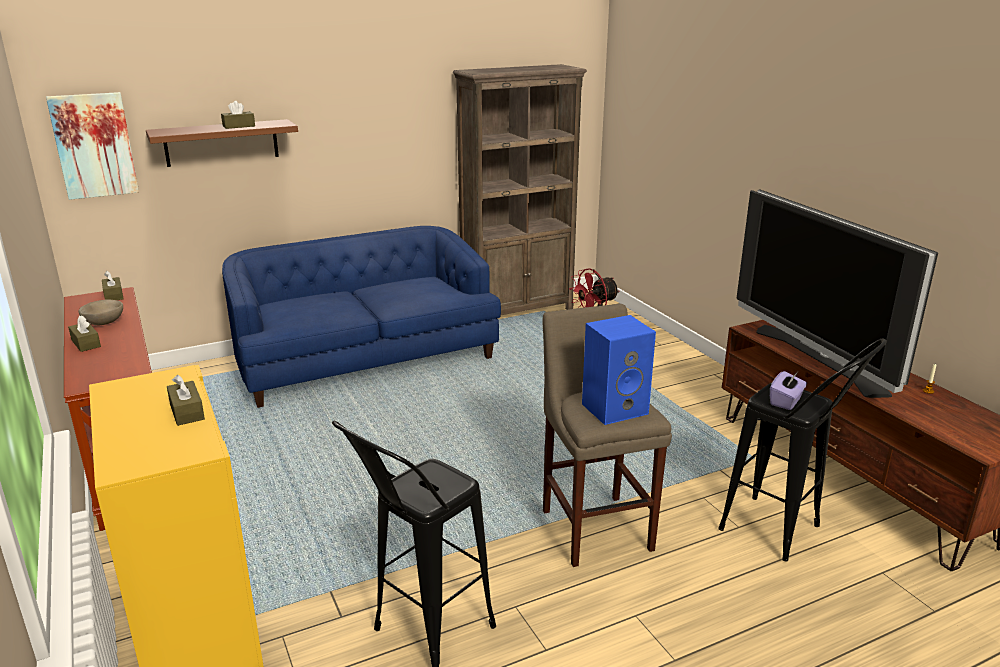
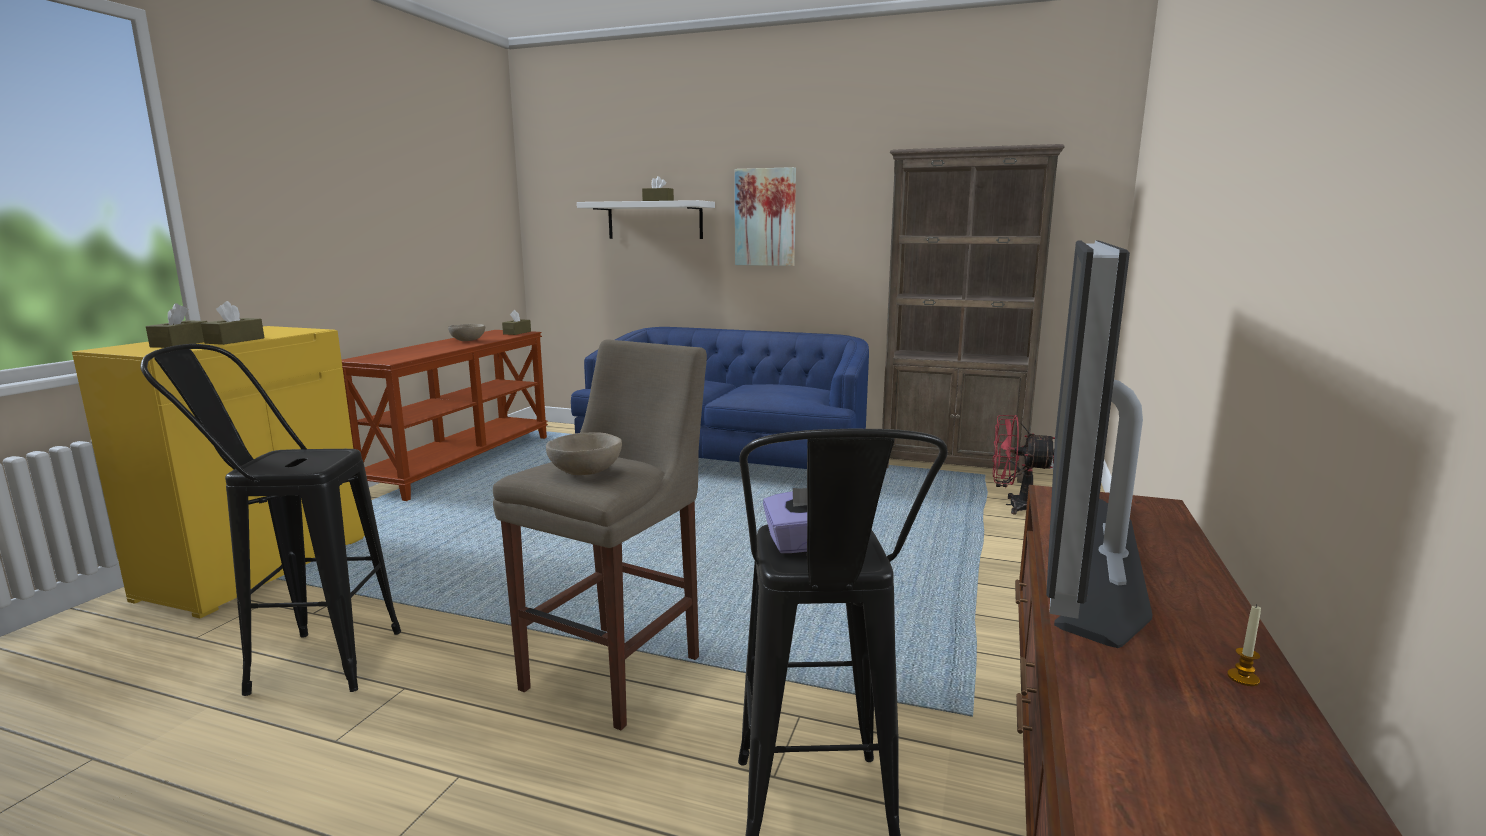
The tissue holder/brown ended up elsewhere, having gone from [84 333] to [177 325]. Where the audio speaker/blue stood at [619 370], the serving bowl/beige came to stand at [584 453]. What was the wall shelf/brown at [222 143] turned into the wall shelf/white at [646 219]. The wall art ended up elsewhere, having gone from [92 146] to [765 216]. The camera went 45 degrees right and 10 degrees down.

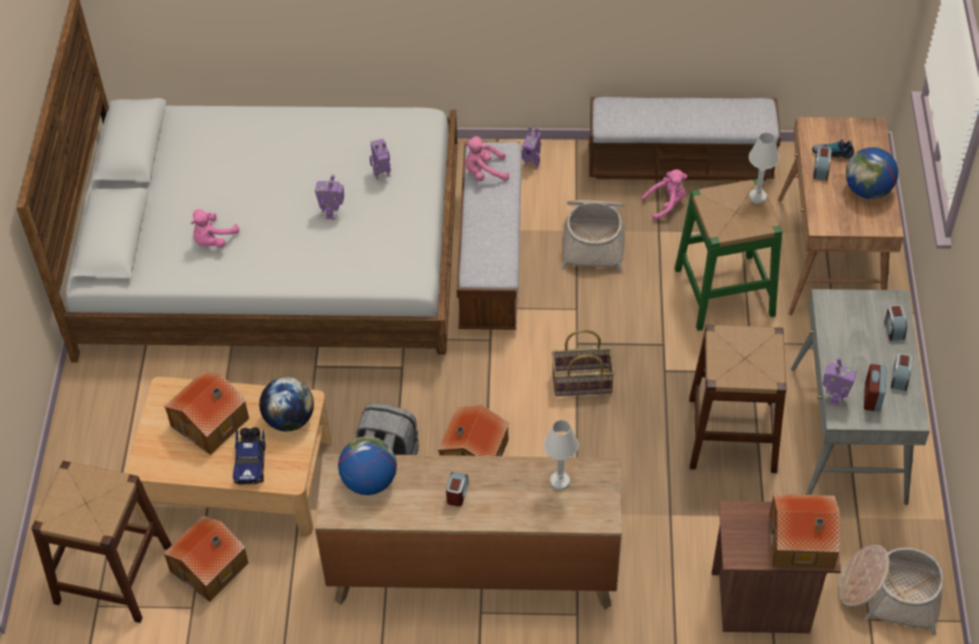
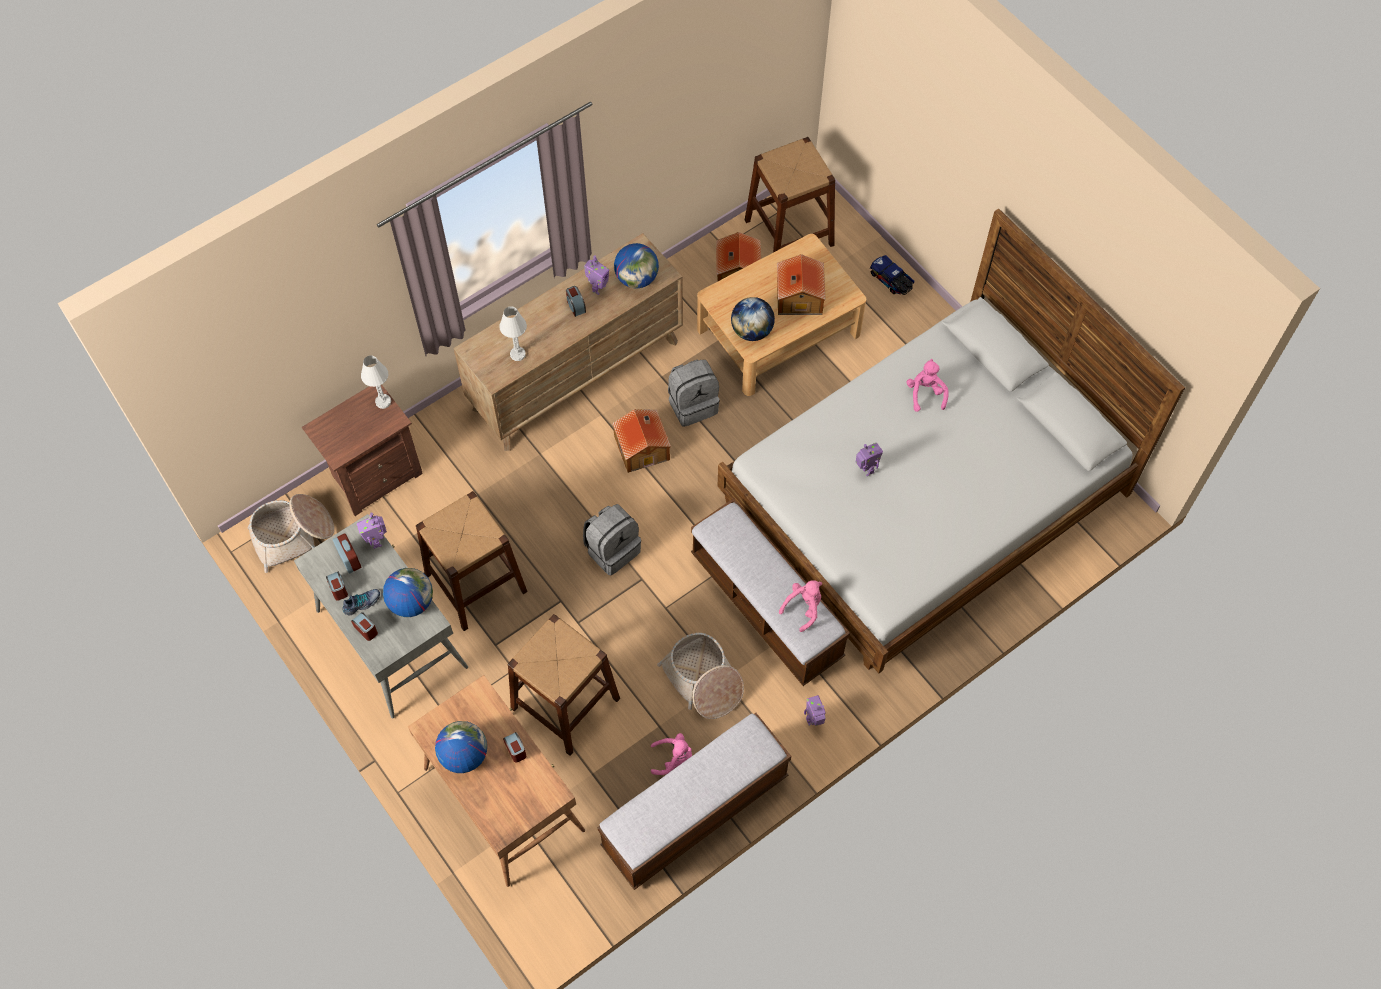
The low shoe ended up elsewhere, having gone from [833 149] to [361 602]. The lamp for a table/white ended up elsewhere, having gone from [763 168] to [376 382]. The second view gained the world globe at [408 592]. What was the stool/green-coloured at [729 255] turned into the stool/brown at [563 685]. Where the basket stood at [583 362], the knapsack/greyish came to stand at [612 539]. The robot figure ended up elsewhere, having gone from [380 159] to [596 275]. The plush toy/pink-coloured at [664 195] ended up facing another way, 120 degrees counterclockwise from before. The toy truck ended up elsewhere, having gone from [249 455] to [892 275]. The second view lost the miniature house at [804 531]. The camera went 140 degrees right and 10 degrees up.

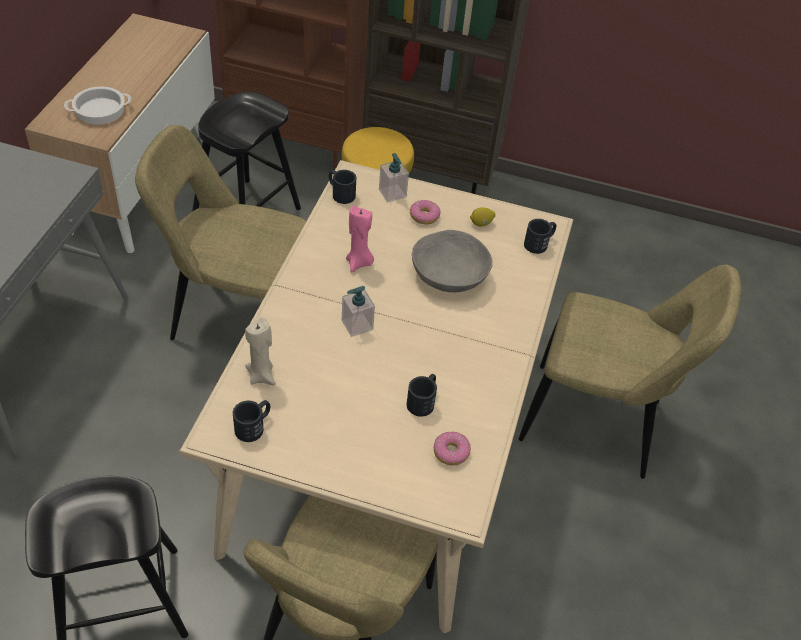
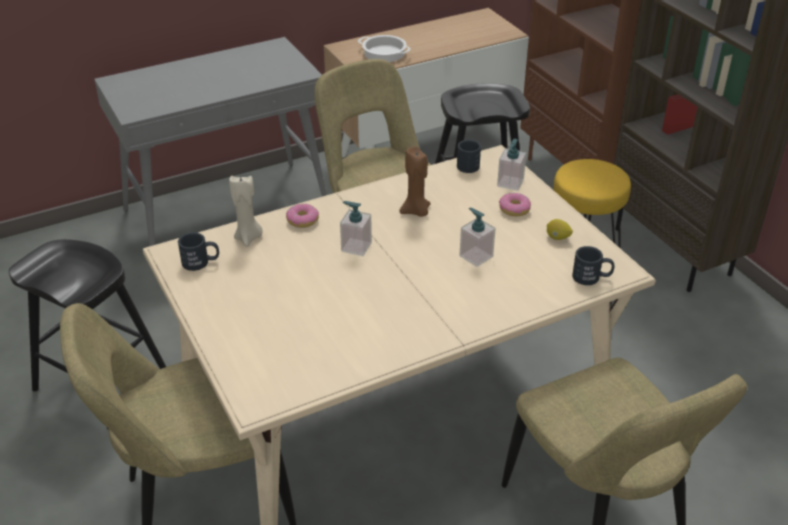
The donut ended up elsewhere, having gone from [452 448] to [302 216]. What was the wax light/pink-coloured at [360 238] turned into the wax light/brown at [415 182]. Where the serving bowl/greyish stood at [452 261], the soap dispenser came to stand at [477 237]. The second view lost the mug/black-coloured at [422 395]. The camera went 50 degrees right and 10 degrees down.

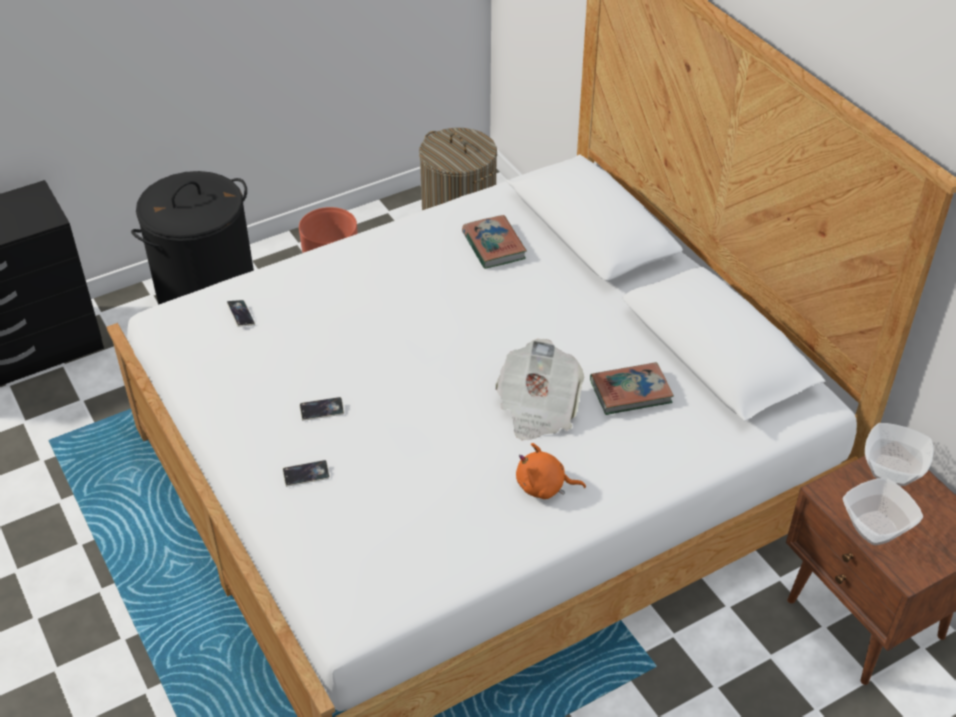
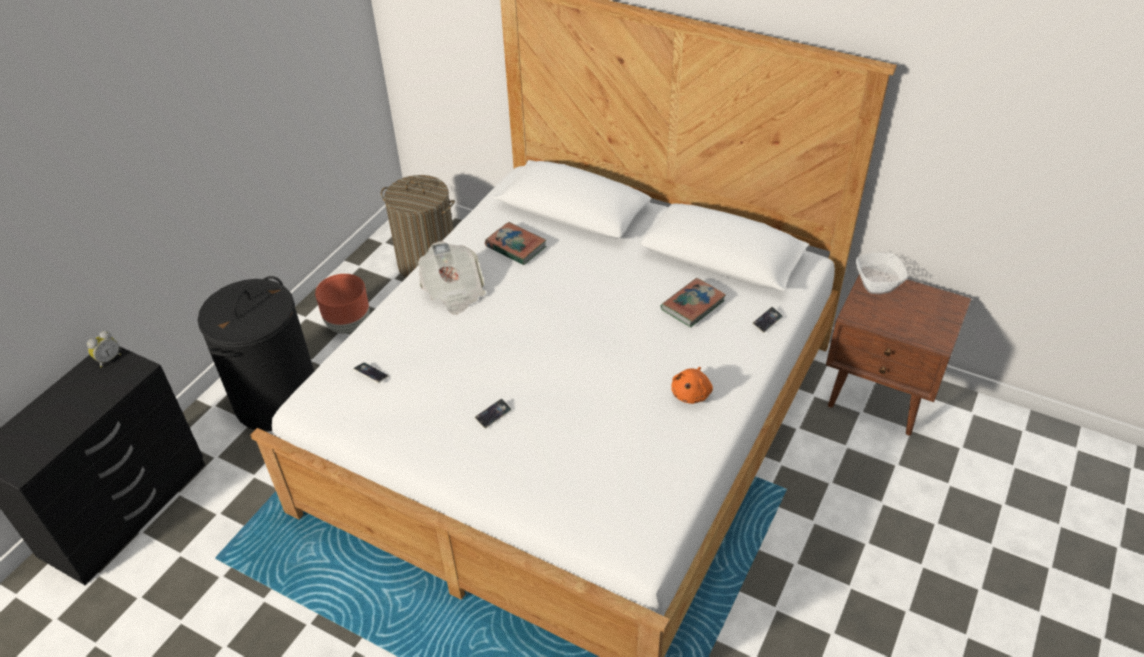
The second view gained the bedside clock at [104 349]. The printed paper ended up elsewhere, having gone from [539 390] to [451 278]. The plush toy/orange at [551 471] ended up facing another way, 45 degrees counterclockwise from before. The telephone ended up elsewhere, having gone from [306 473] to [767 320]. The second view lost the serving bowl at [882 511]. The camera went 30 degrees left and 0 degrees up.

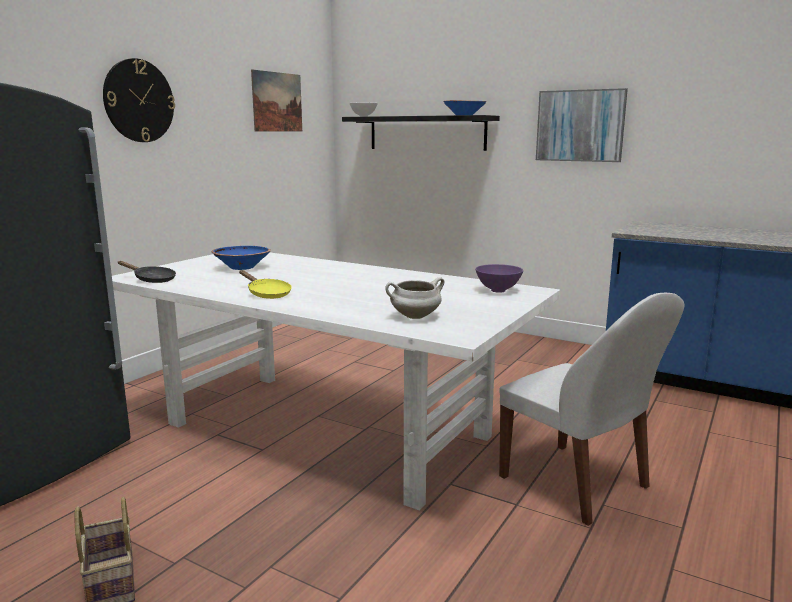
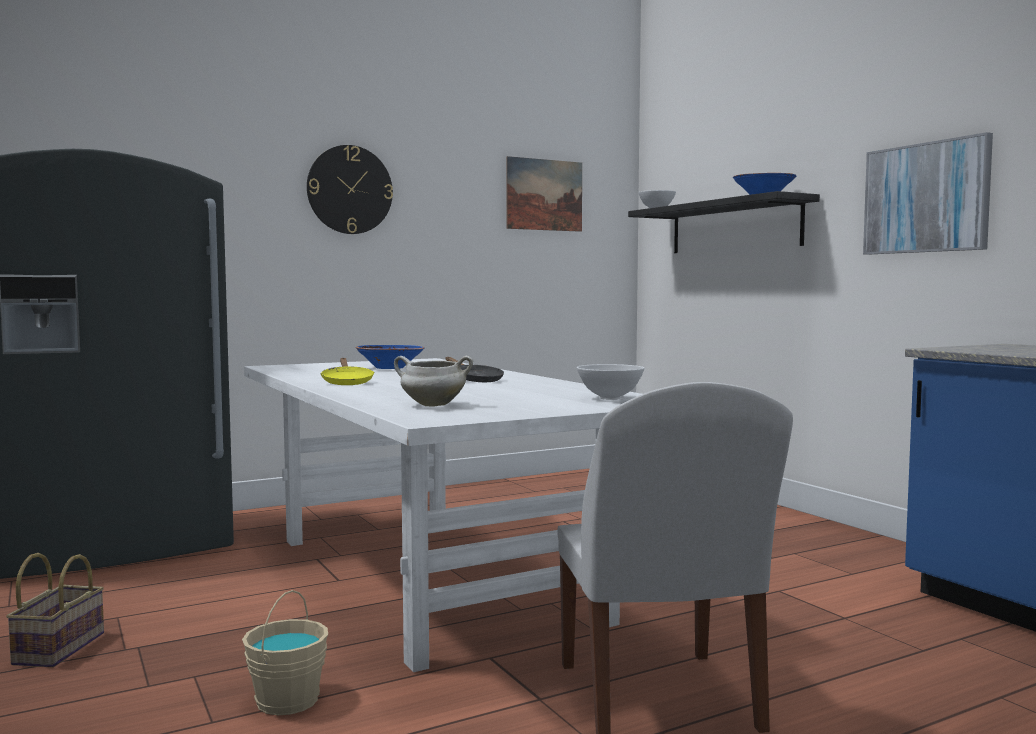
The second view gained the water bucket/beige at [285 652]. The pan/black-coloured ended up elsewhere, having gone from [146 272] to [474 369]. What was the serving bowl/purple at [499 278] turned into the serving bowl/white at [610 382]. The camera went 30 degrees right and 10 degrees down.

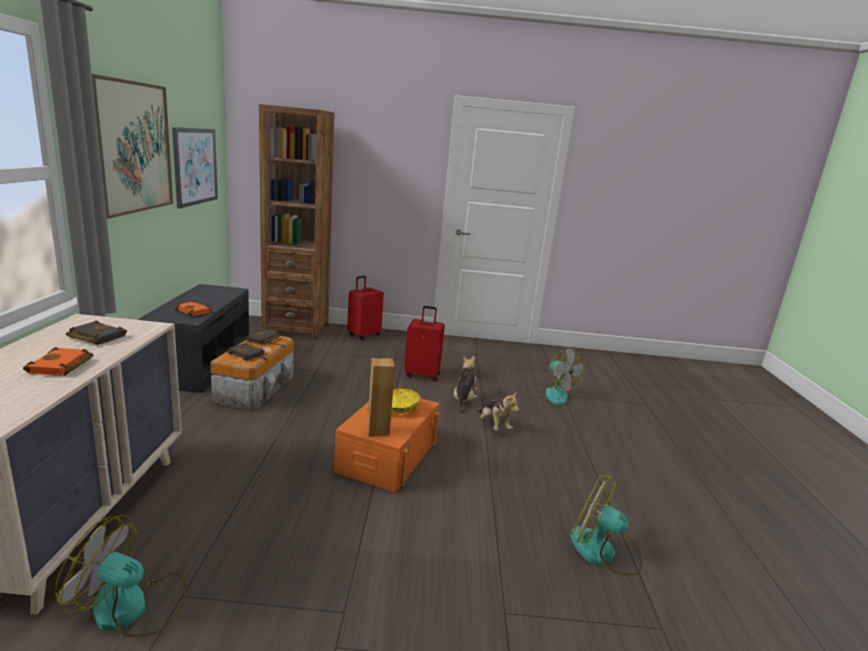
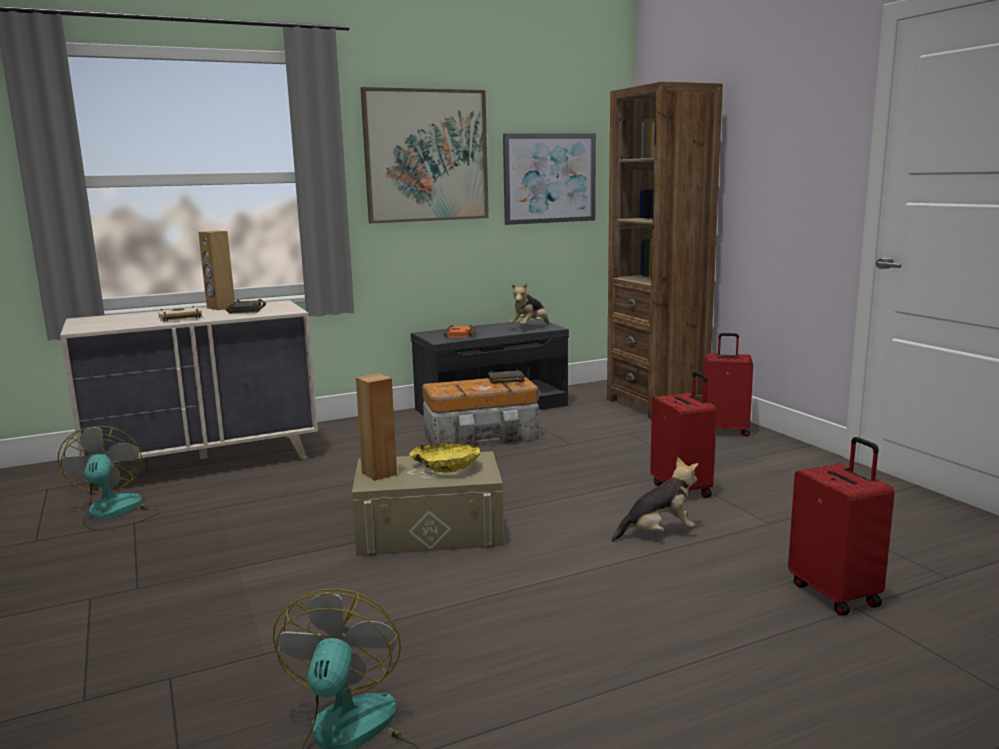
What was the book/orange at [58 361] turned into the book/beige at [179 314]. The second view gained the audio speaker/brown at [216 270]. What was the storage container/orange at [386 445] turned into the storage container/beige at [428 503]. The plush toy ended up elsewhere, having gone from [498 411] to [529 304]. Where the cooling fan stood at [555 376], the travel case/reddish came to stand at [841 526]. The second view lost the book/black-coloured at [246 352]. The camera went 65 degrees right and 5 degrees down.

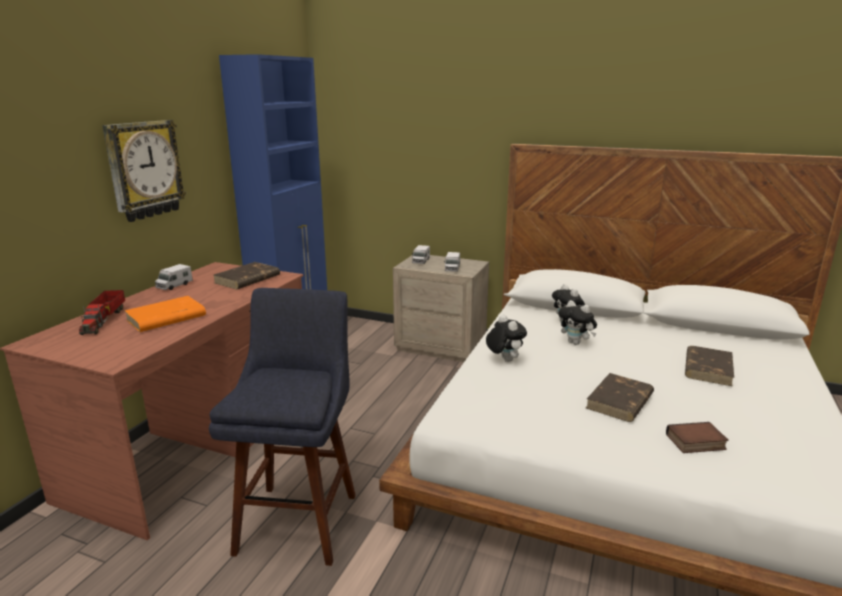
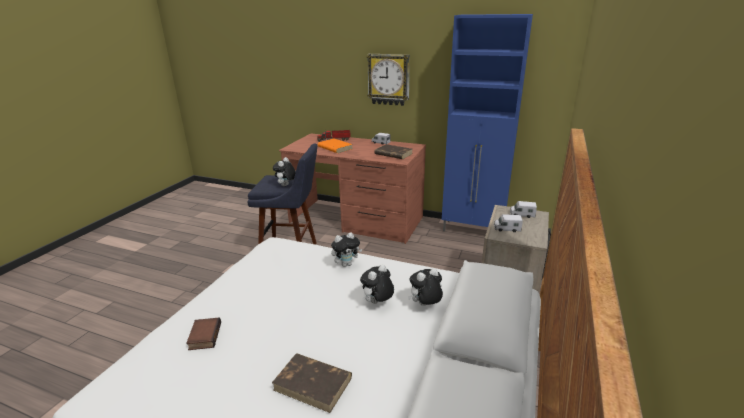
The second view gained the plush toy at [284 171]. The second view lost the book/brown at [620 397]. The camera went 90 degrees right and 5 degrees up.

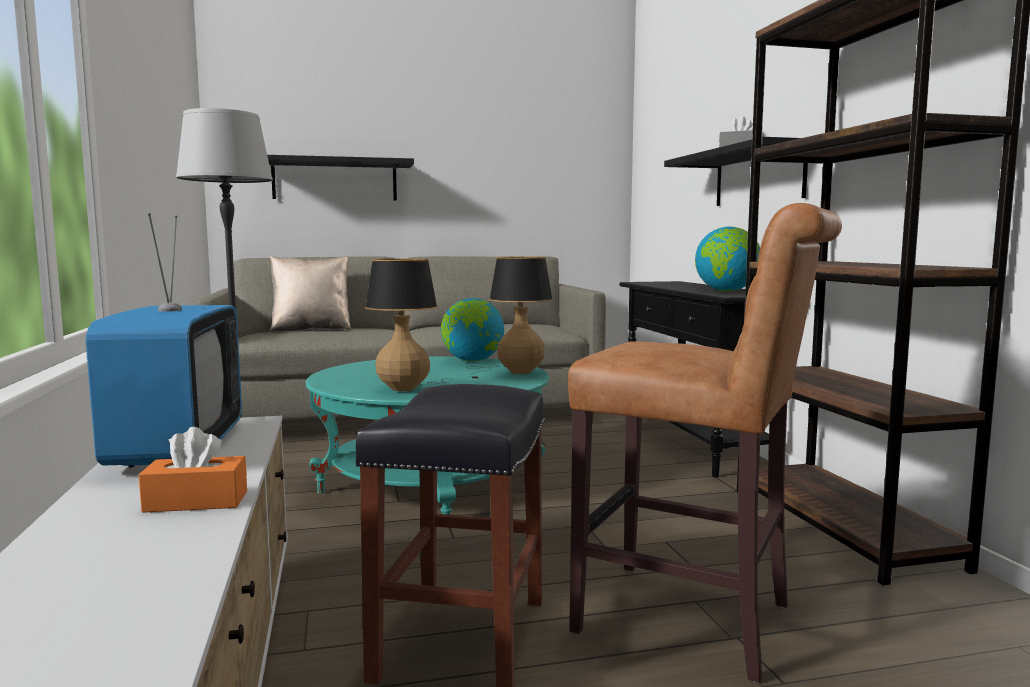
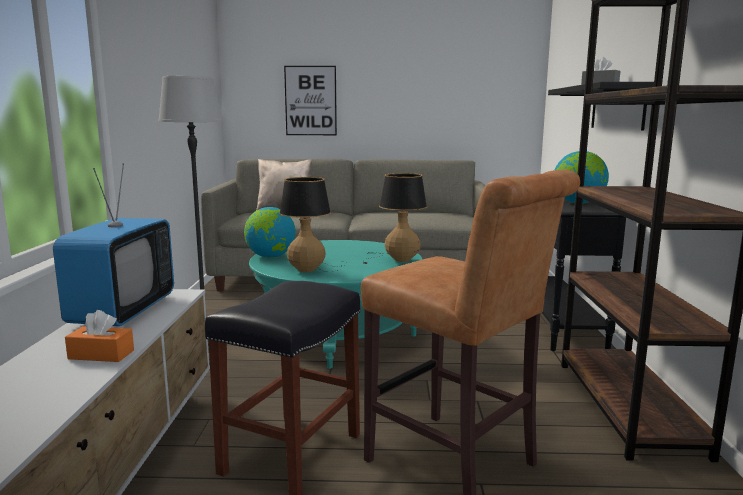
The world globe ended up elsewhere, having gone from [472 329] to [270 232]. Where the wall shelf/black-coloured hung at [340 178], the wall art came to hang at [310 100]. The camera went 15 degrees right and 5 degrees up.

